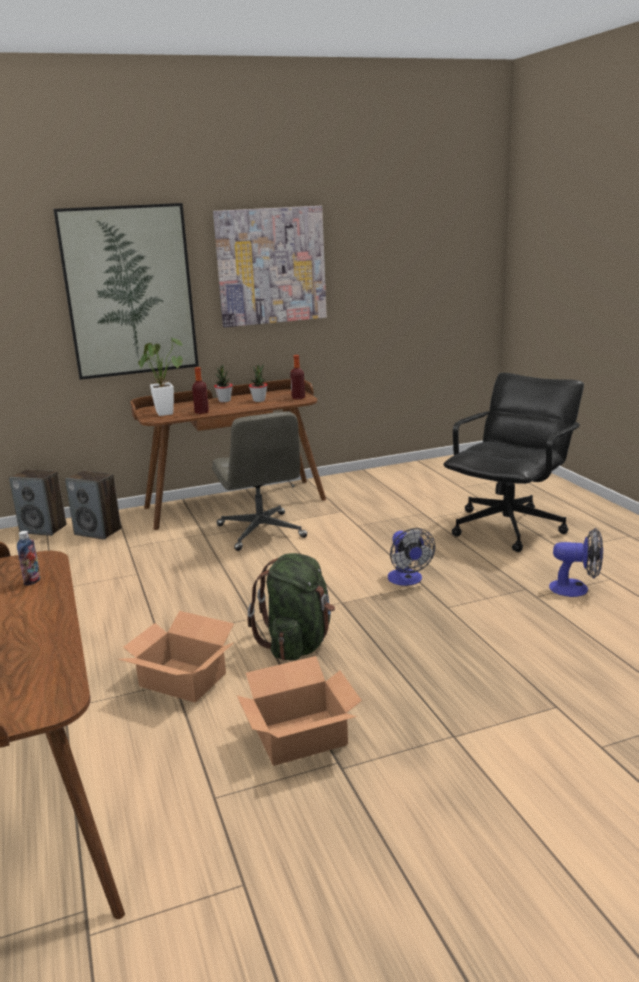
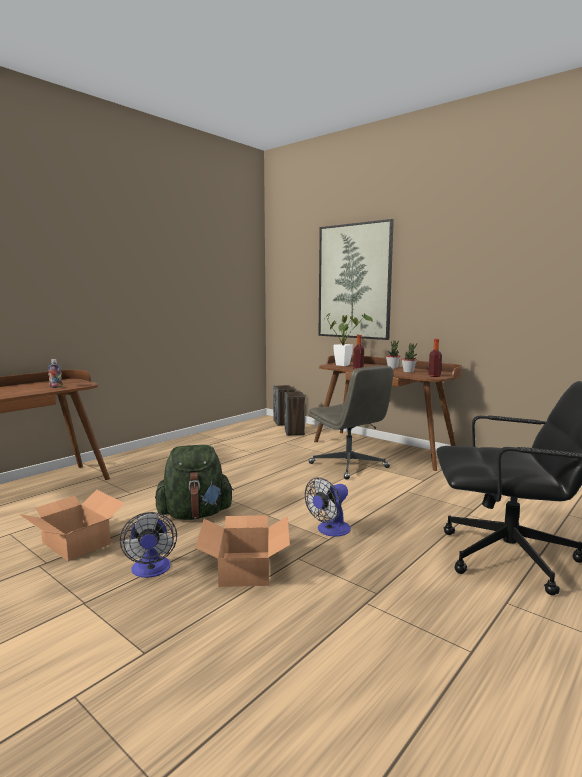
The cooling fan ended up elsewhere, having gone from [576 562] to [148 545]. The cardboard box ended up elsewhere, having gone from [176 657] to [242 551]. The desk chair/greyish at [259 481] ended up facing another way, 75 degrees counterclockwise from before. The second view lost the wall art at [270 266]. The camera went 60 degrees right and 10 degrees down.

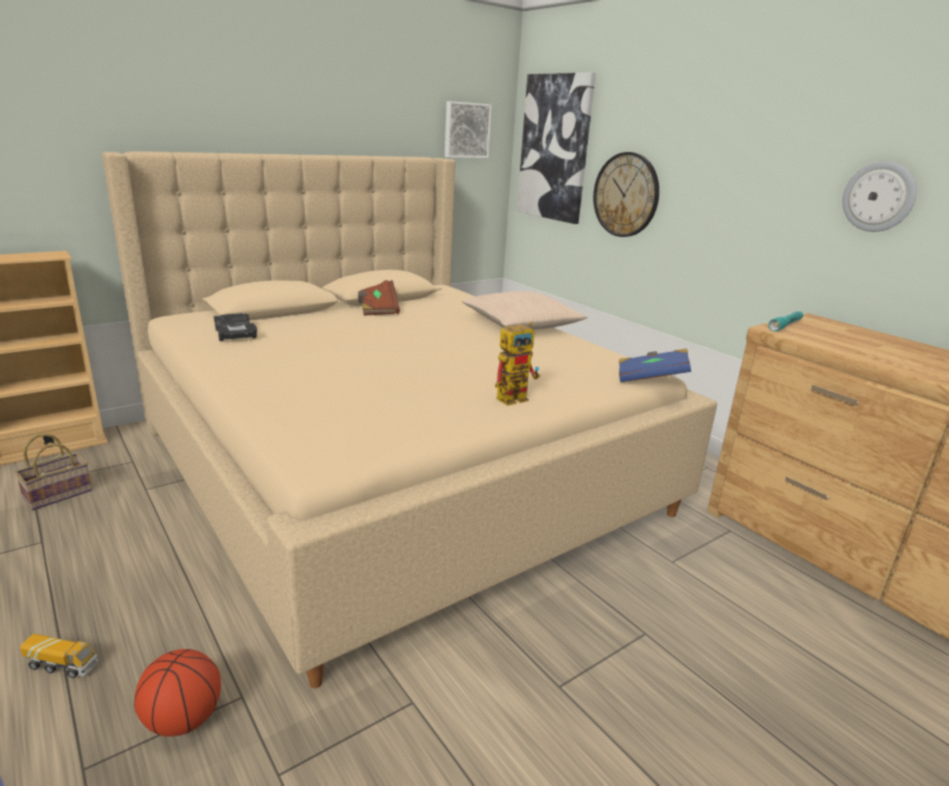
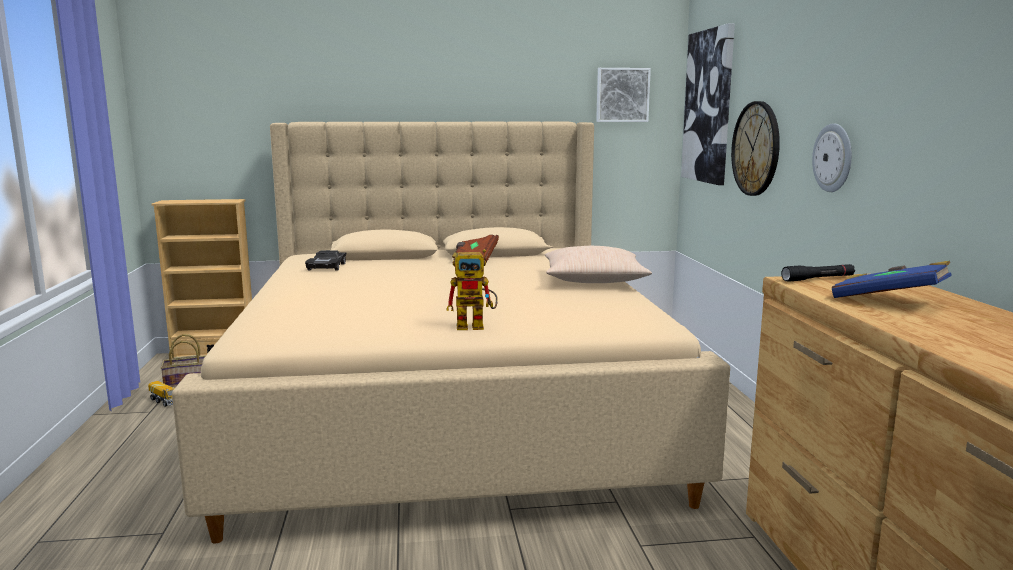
The toy truck ended up elsewhere, having gone from [59 656] to [161 394]. What was the hand torch/turquoise-coloured at [785 321] turned into the hand torch/black-coloured at [818 273]. The hanging clock ended up elsewhere, having gone from [879 196] to [832 157]. The book/blue ended up elsewhere, having gone from [655 365] to [892 279]. The second view lost the basketball at [177 692]. The camera went 30 degrees right and 10 degrees down.

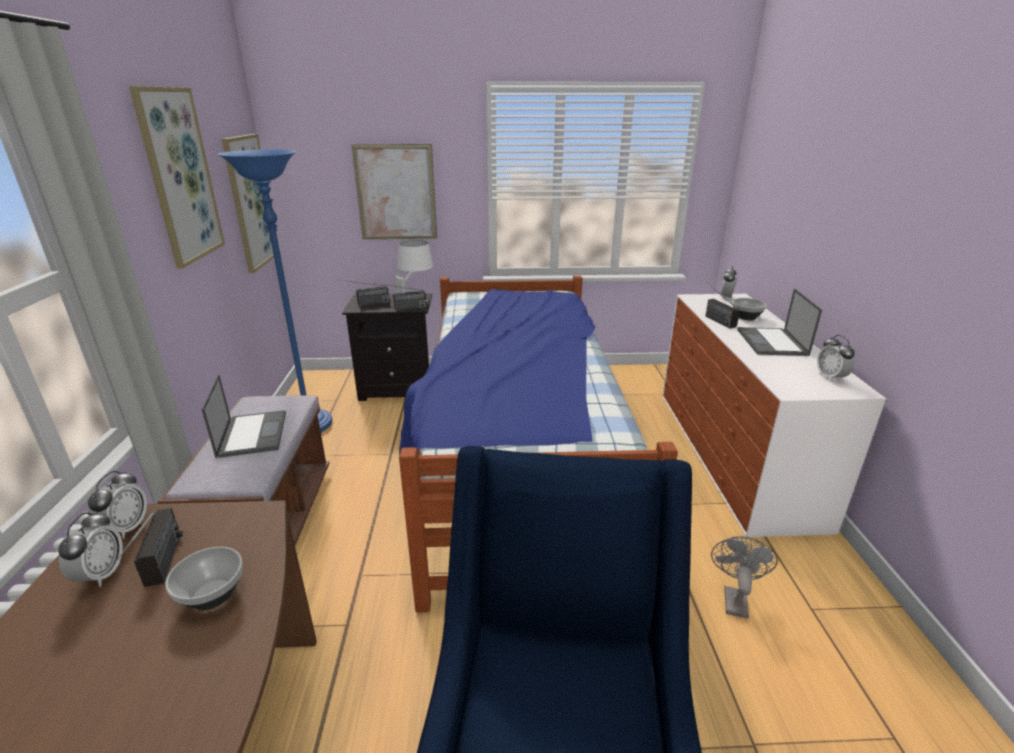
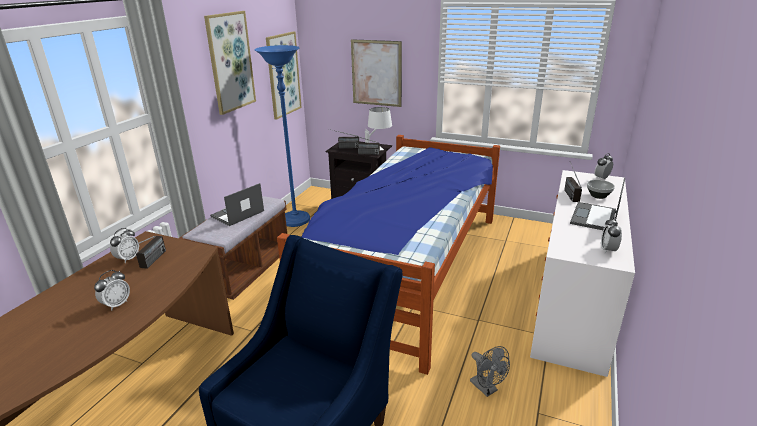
The bedside clock ended up elsewhere, having gone from [117 505] to [112 290]. The portable computer at [244 416] ended up facing another way, 150 degrees counterclockwise from before. The cooling fan/greyish at [744 577] ended up facing another way, 105 degrees clockwise from before. The second view lost the serving bowl at [204 578]. The camera went 25 degrees right and 0 degrees up.

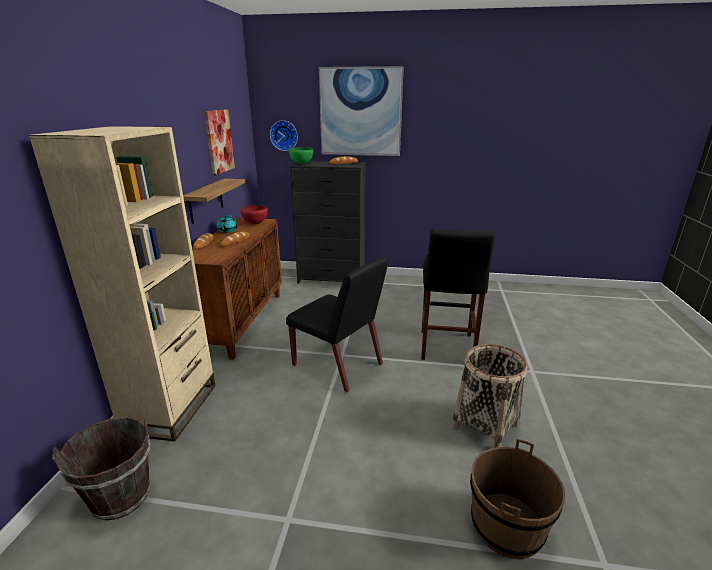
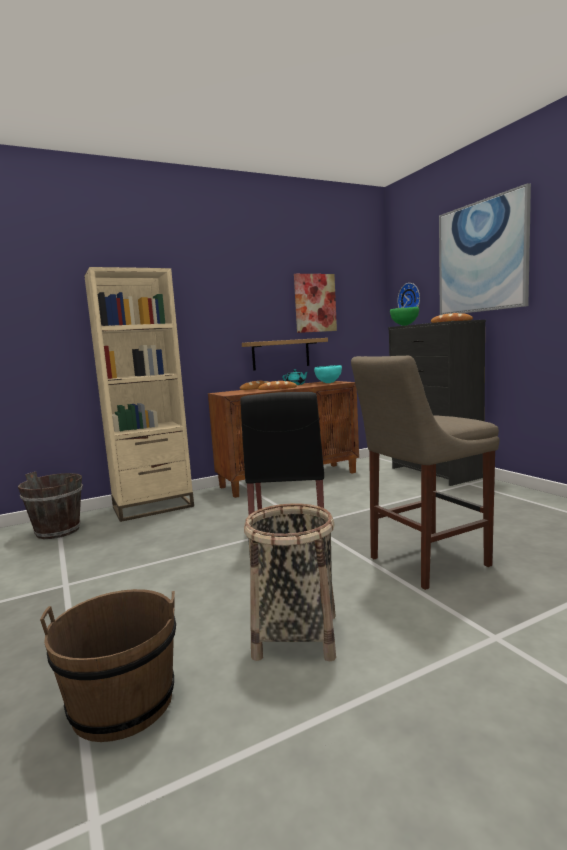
What was the serving bowl/reddish at [254 214] turned into the serving bowl/turquoise-coloured at [328 374]. What was the stool/black-coloured at [458 294] turned into the stool/beige at [425 473]. The camera went 55 degrees right and 15 degrees down.

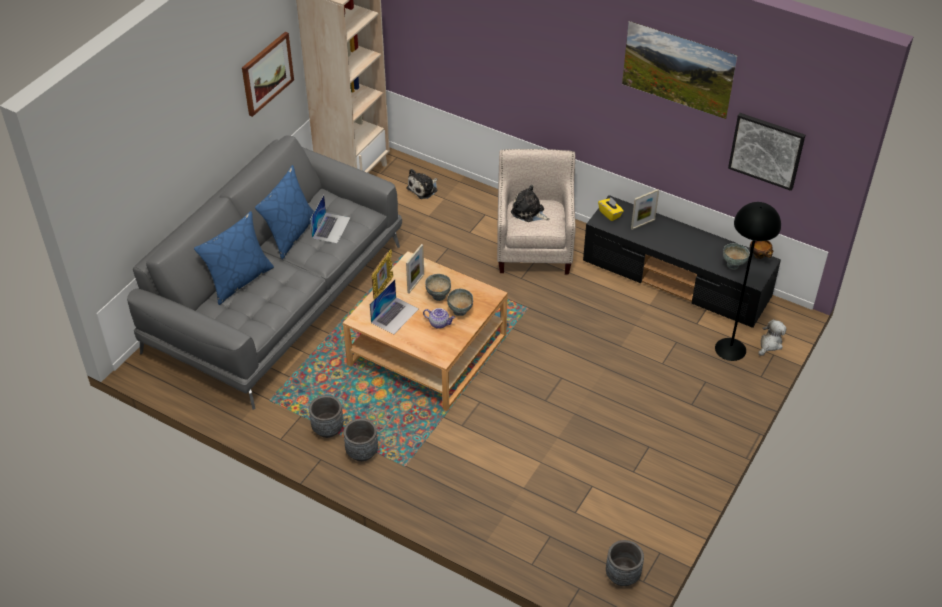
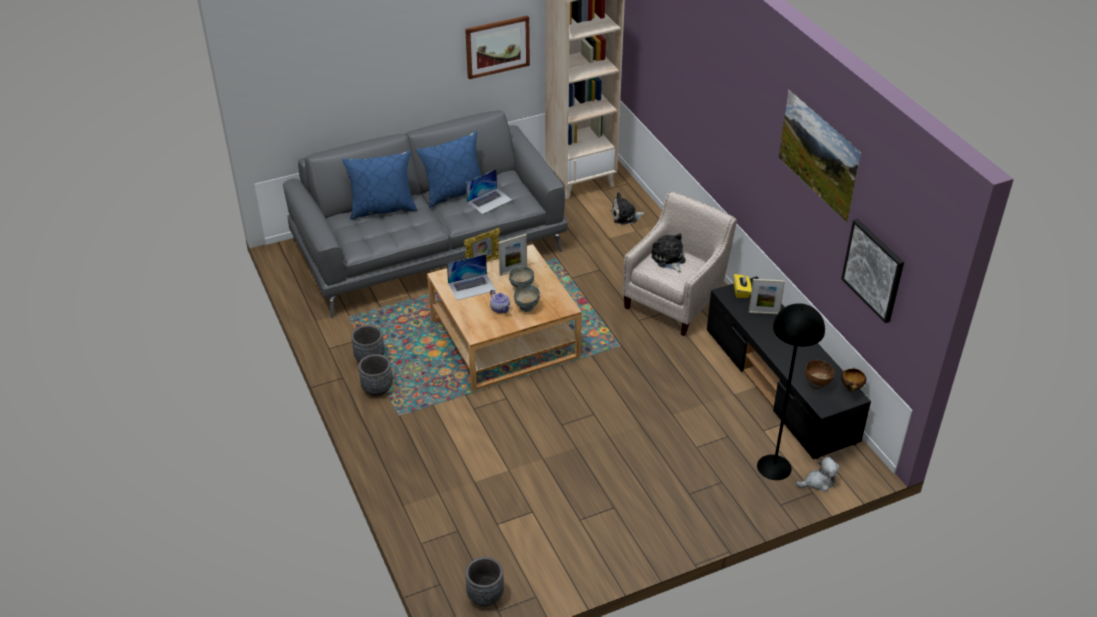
What was the serving bowl/greyish at [736 256] turned into the serving bowl/brown at [820 374]. The camera went 35 degrees right and 5 degrees down.

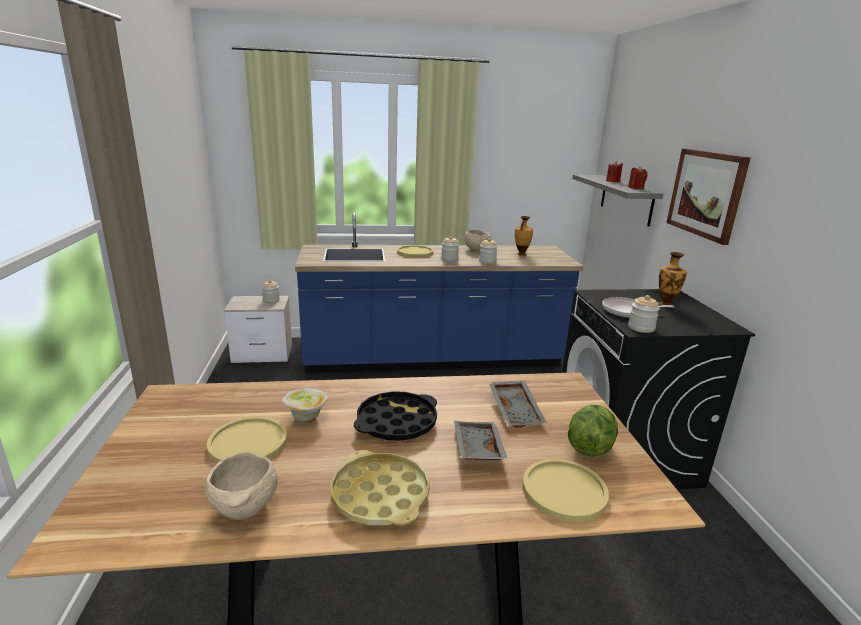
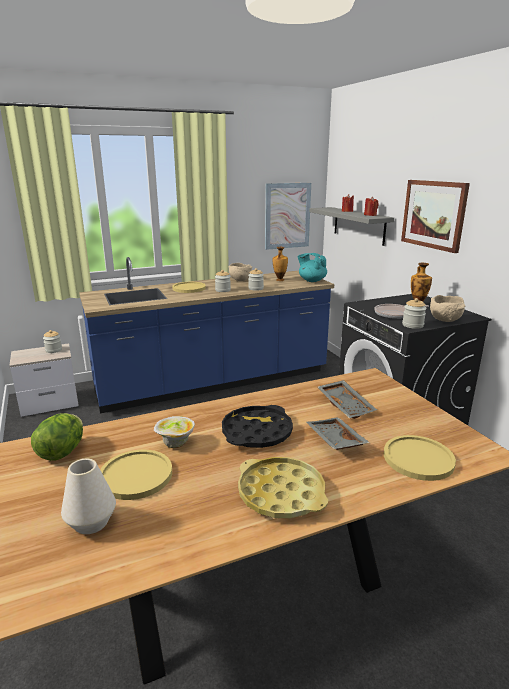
The lettuce head ended up elsewhere, having gone from [593 430] to [57 437]. The second view gained the vase/white at [88 496]. The second view gained the wall art at [288 216]. The second view gained the teapot/turquoise-coloured at [312 267]. The serving bowl/beige ended up elsewhere, having gone from [241 486] to [447 308]. The camera went 15 degrees left and 0 degrees up.

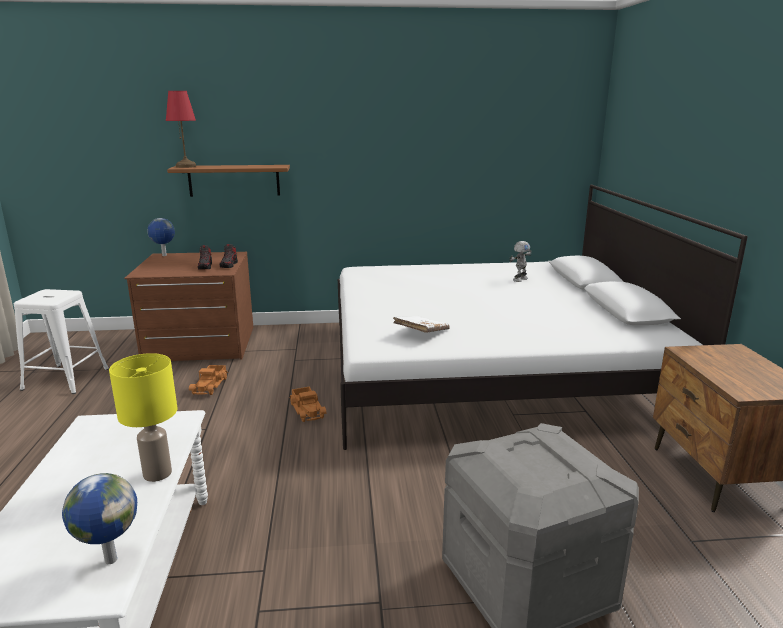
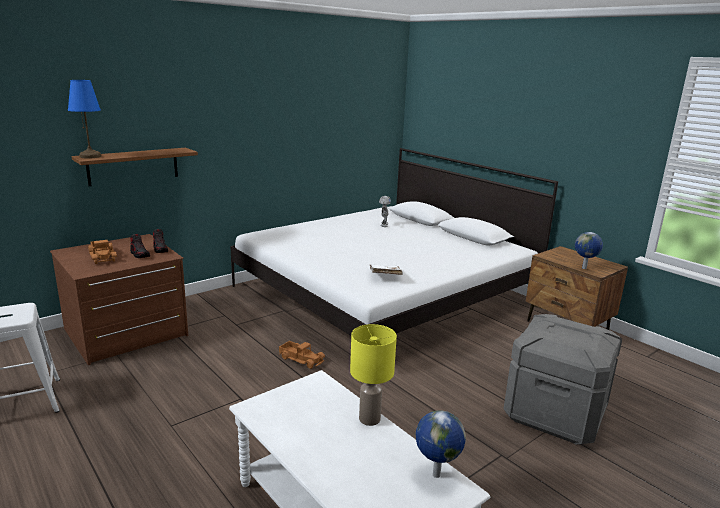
What was the lamp for a table/reddish at [181 129] turned into the lamp for a table/blue at [84 119]. The toy truck ended up elsewhere, having gone from [208 380] to [102 252]. The world globe ended up elsewhere, having gone from [161 237] to [589 250]. The camera went 35 degrees left and 0 degrees up.

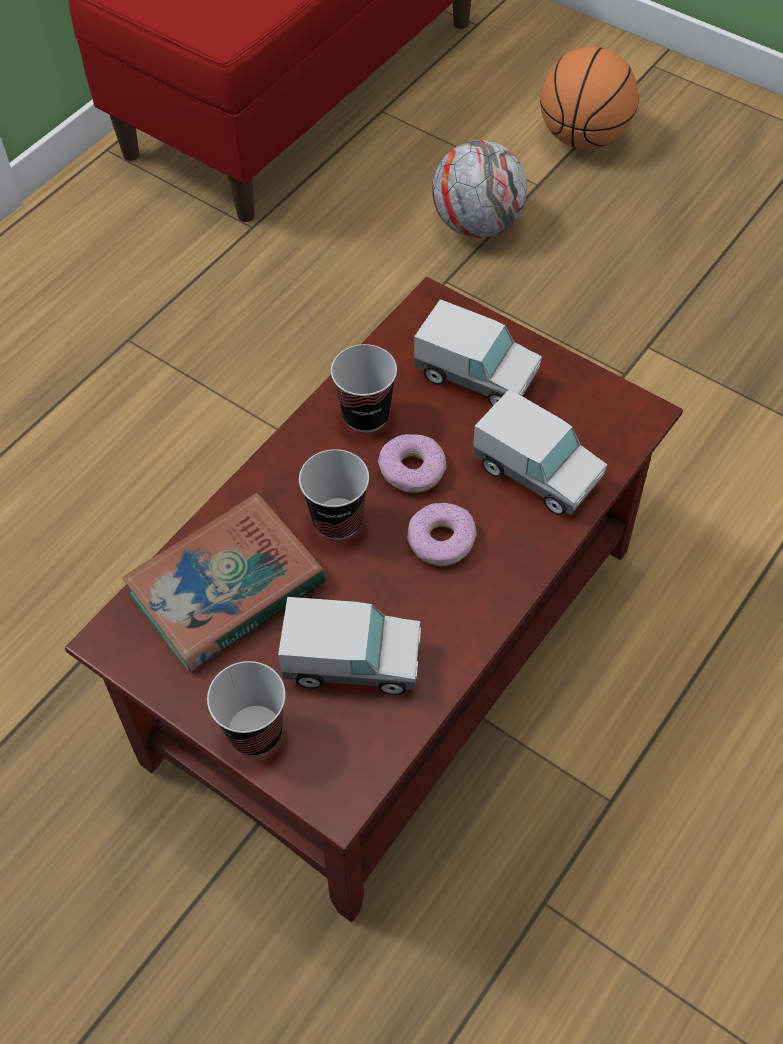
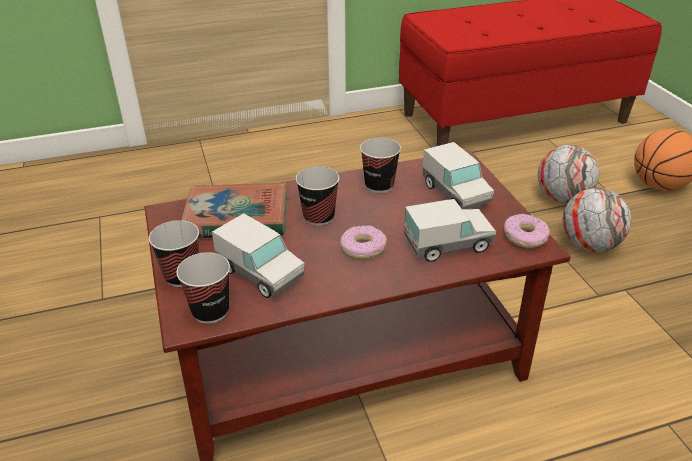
The second view gained the small cup at [203 288]. The toy truck at [540 452] ended up facing another way, 90 degrees counterclockwise from before. The donut ended up elsewhere, having gone from [412 463] to [527 231]. The second view gained the ball for football at [597 220]. The camera went 35 degrees right and 20 degrees down.

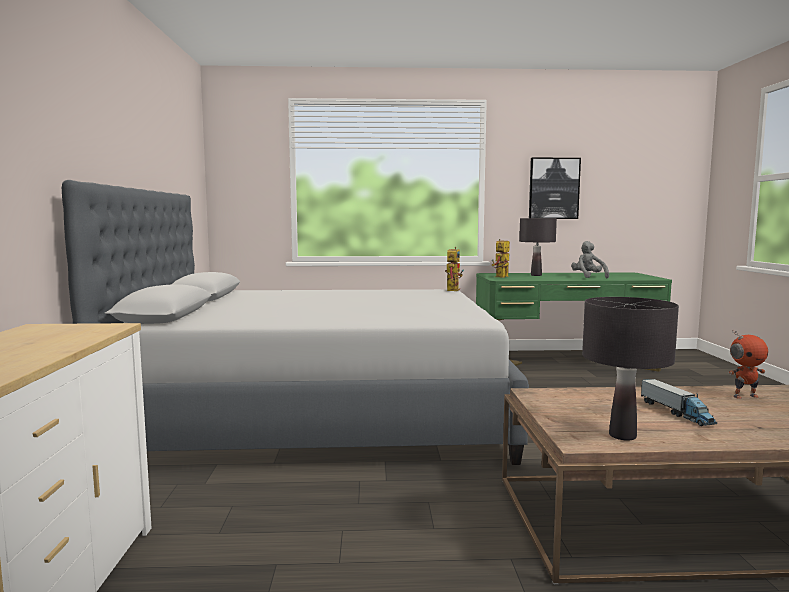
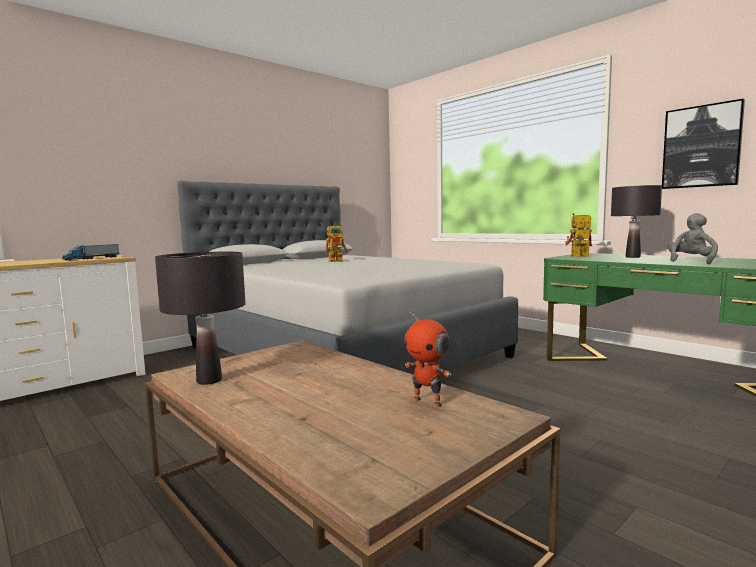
The toy truck ended up elsewhere, having gone from [679 402] to [90 252]. The robot figure ended up elsewhere, having gone from [454 269] to [336 243]. The camera went 50 degrees right and 0 degrees up.

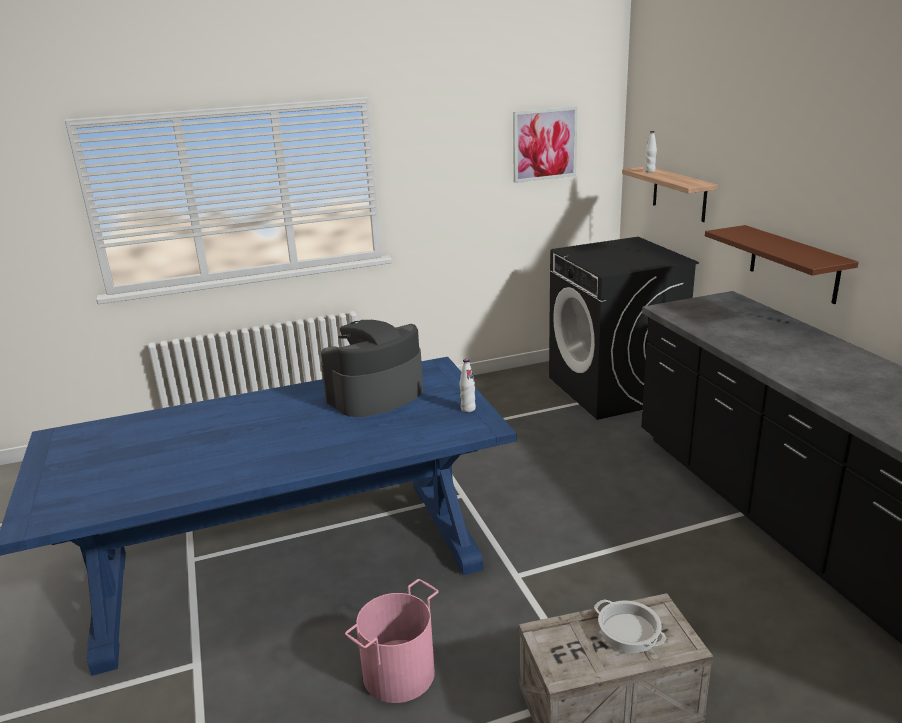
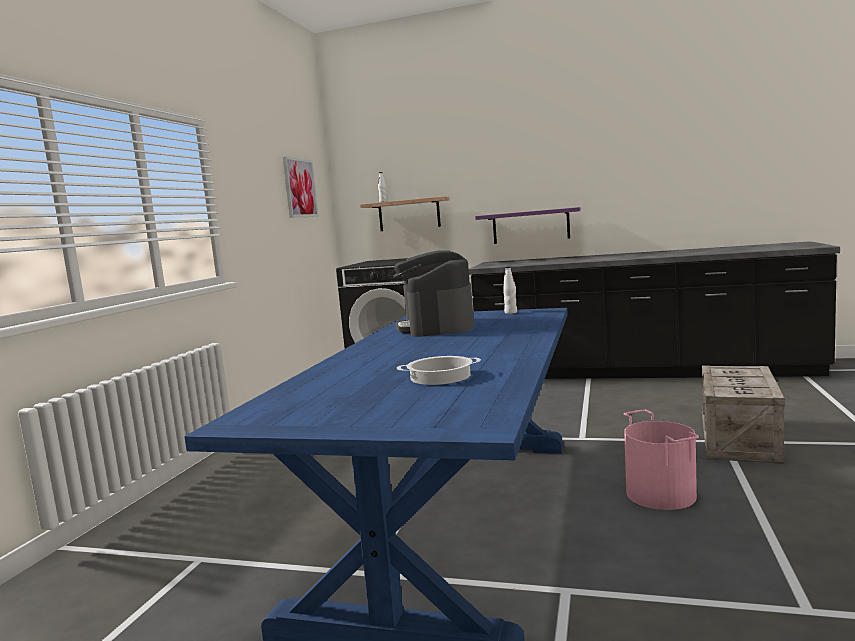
The stockpot ended up elsewhere, having gone from [630 626] to [439 370]. What was the wall shelf/brown at [782 264] turned into the wall shelf/purple at [528 225]. The camera went 55 degrees left and 15 degrees down.

